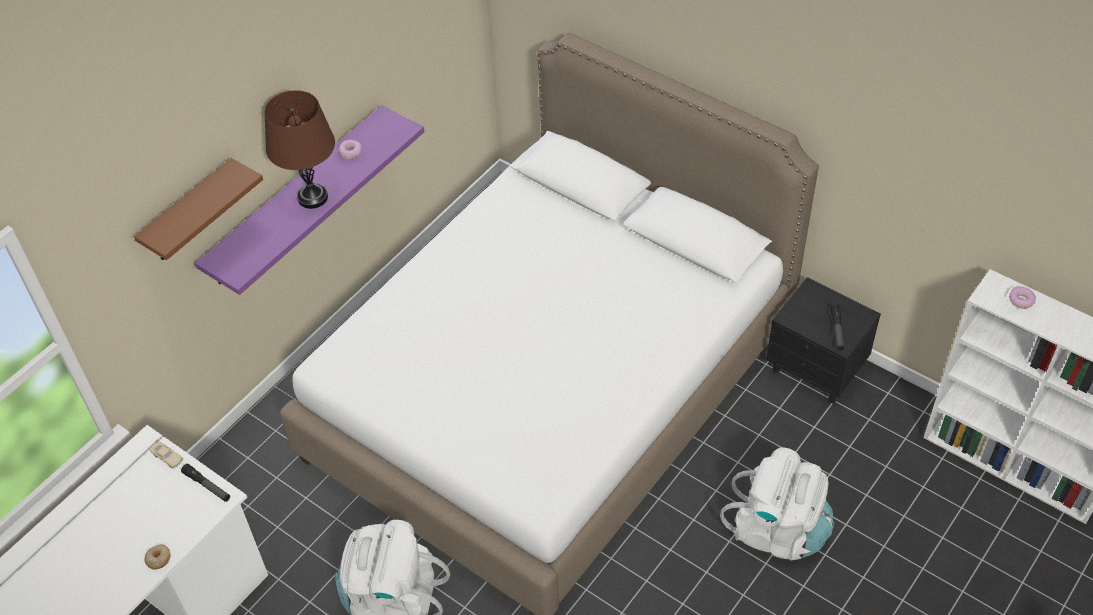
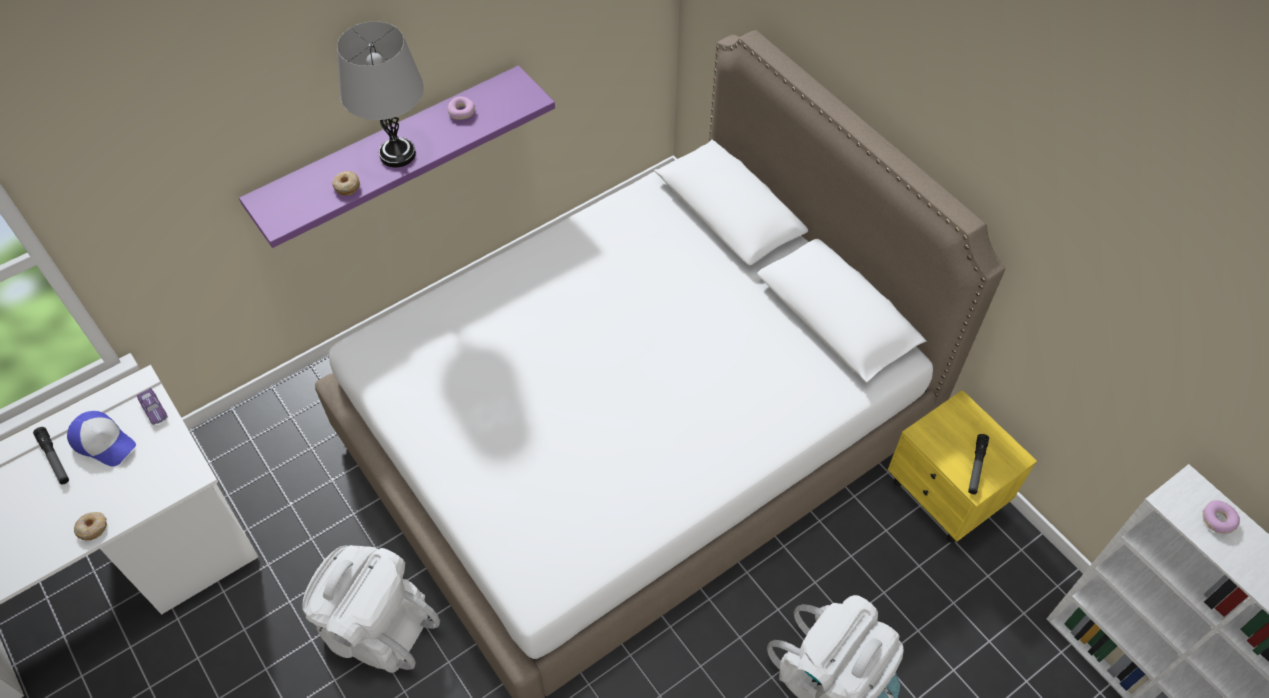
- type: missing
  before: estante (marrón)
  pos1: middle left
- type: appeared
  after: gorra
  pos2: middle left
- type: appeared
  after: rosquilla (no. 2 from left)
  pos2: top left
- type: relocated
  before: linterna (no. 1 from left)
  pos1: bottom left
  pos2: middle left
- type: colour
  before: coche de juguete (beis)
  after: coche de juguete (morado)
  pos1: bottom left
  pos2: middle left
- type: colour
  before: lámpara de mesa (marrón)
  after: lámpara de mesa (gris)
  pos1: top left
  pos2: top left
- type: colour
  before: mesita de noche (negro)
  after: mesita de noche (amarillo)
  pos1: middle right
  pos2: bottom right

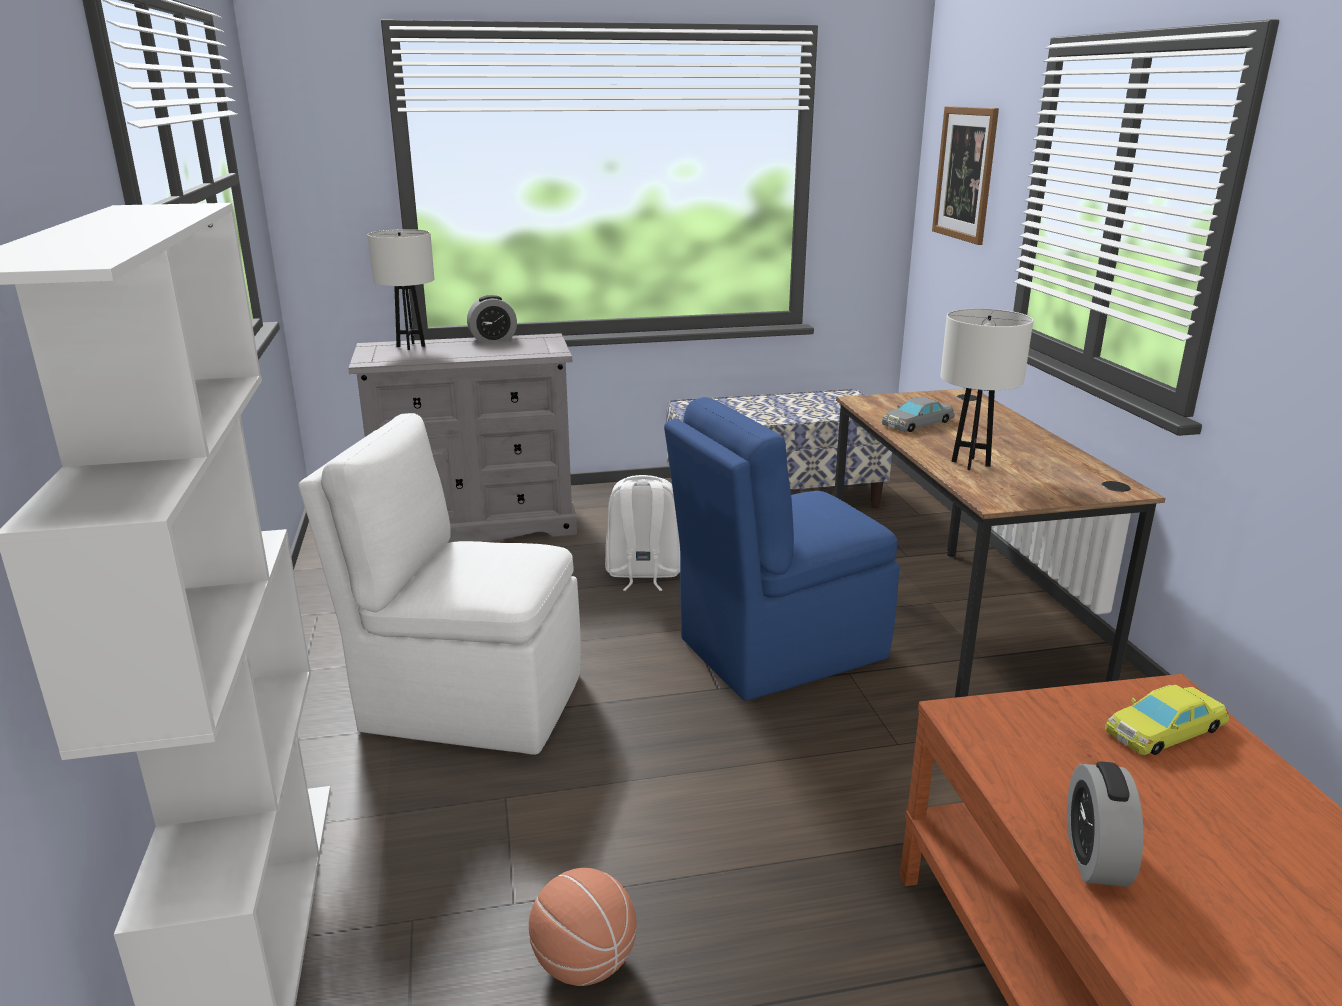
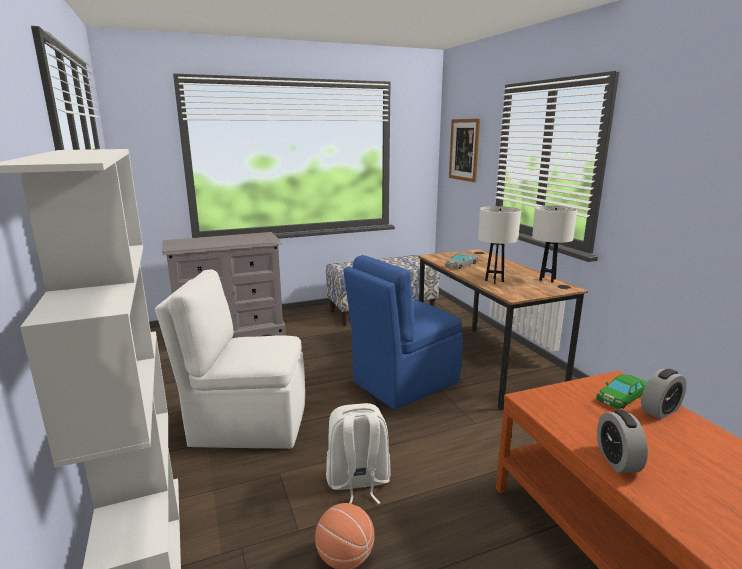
- type: relocated
  before: lámpara de mesa (blanco) (no. 1 from left in the first image)
  after: lámpara de mesa (blanco) (no. 2 from left)
  pos1: top left
  pos2: middle right
- type: relocated
  before: despertador (no. 1 from left in the first image)
  after: despertador (no. 2 from left)
  pos1: top centre
  pos2: bottom right
- type: relocated
  before: mochila (blanco)
  pos1: centre
  pos2: bottom centre
- type: colour
  before: coche de juguete (amarillo)
  after: coche de juguete (verde)
  pos1: bottom right
  pos2: bottom right

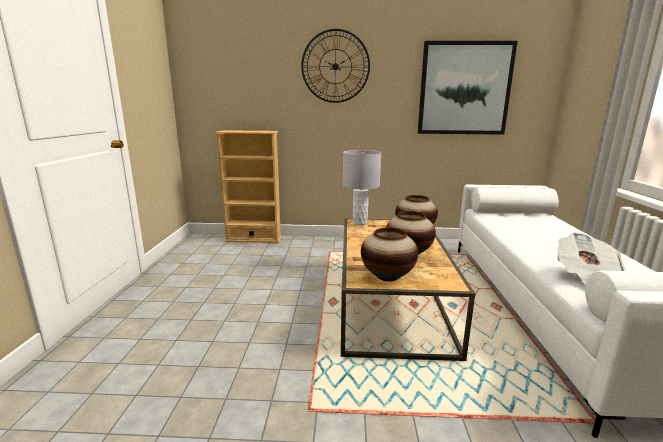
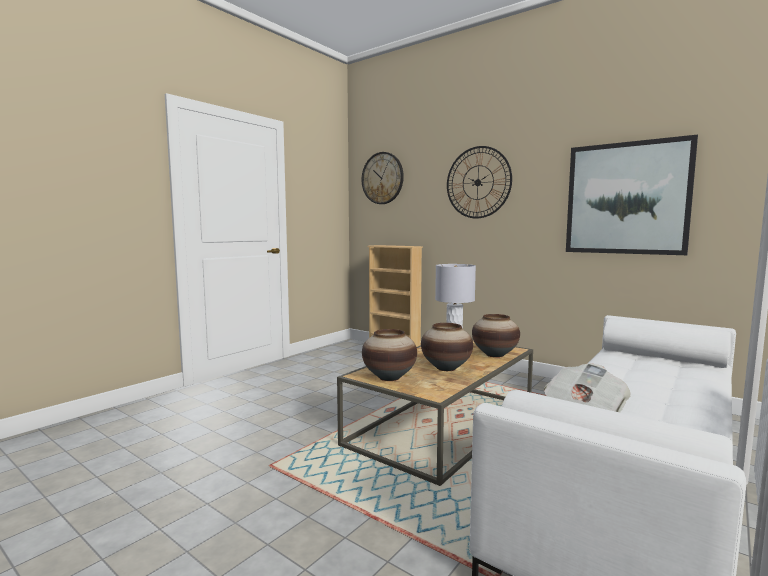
- type: appeared
  after: reloj de pared (no. 1 from left)
  pos2: top centre

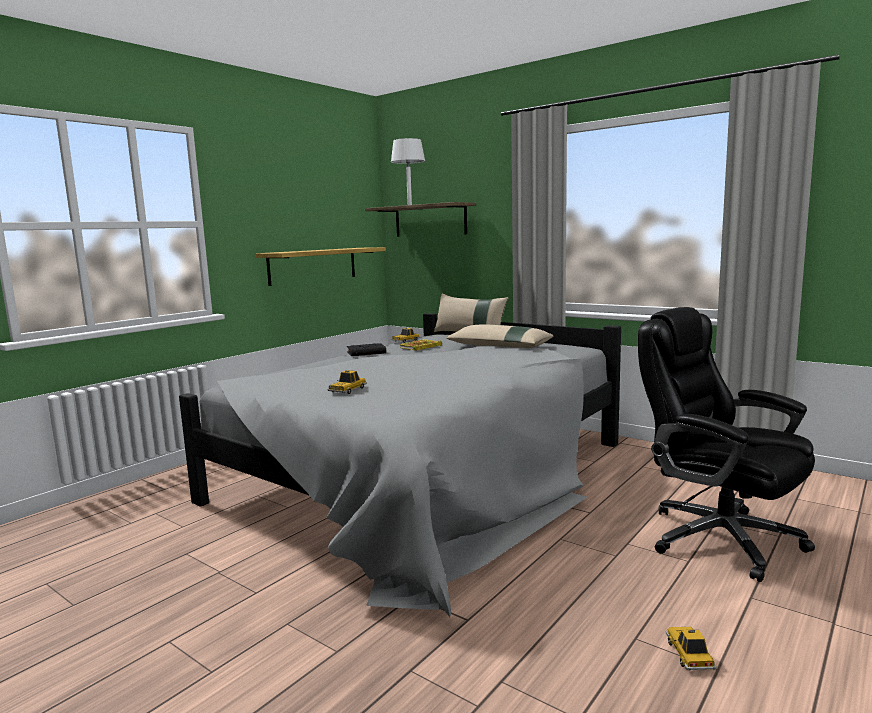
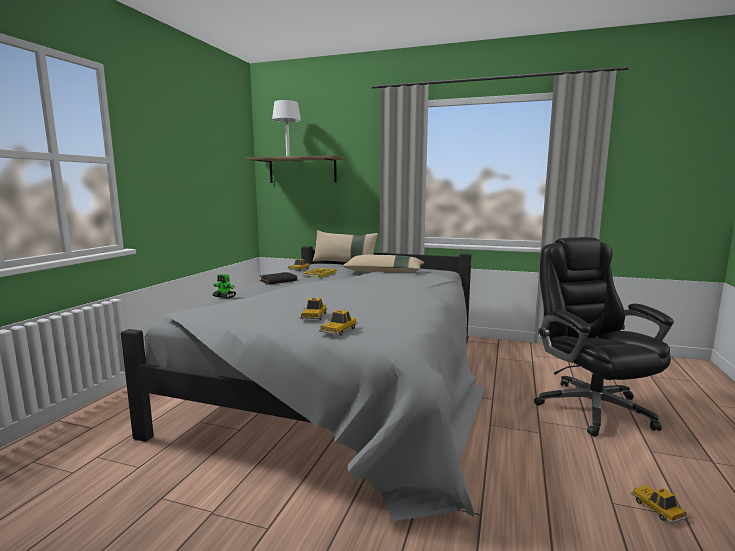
- type: missing
  before: estante (no. 1 from left)
  pos1: centre
- type: appeared
  after: robot de juguete
  pos2: middle left
- type: appeared
  after: coche de juguete (no. 3 from left)
  pos2: centre
- type: spun
  before: silla de oficina (negro)
  pos1: middle right
  pos2: middle right
  turn: 45

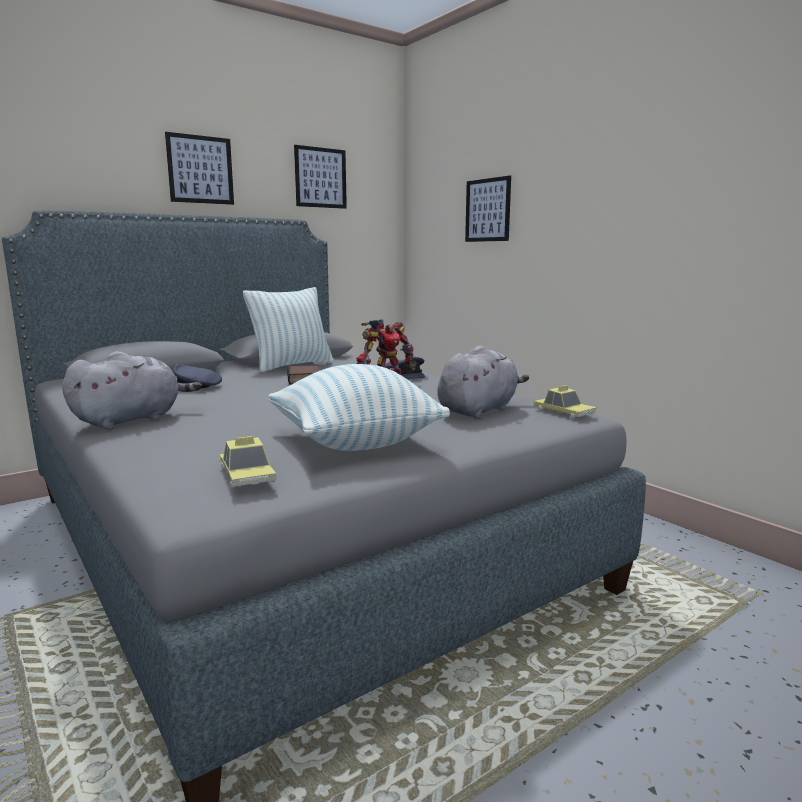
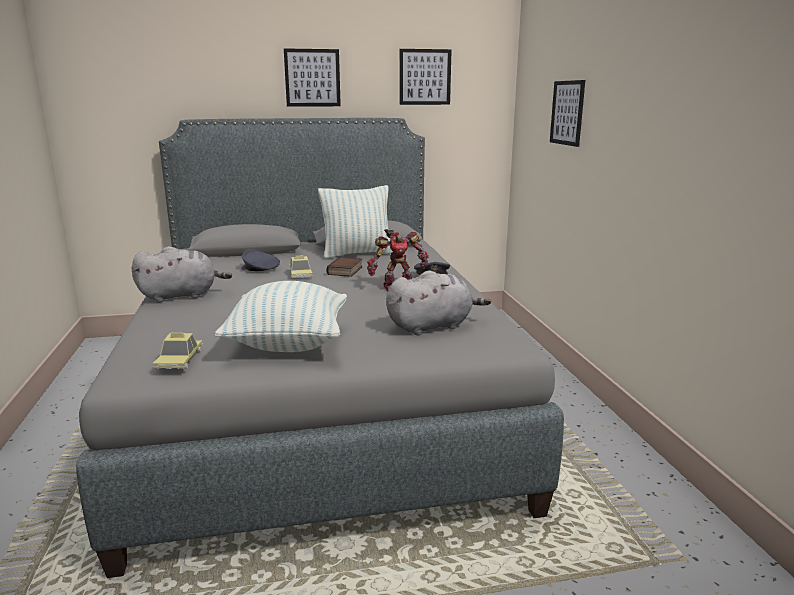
- type: relocated
  before: coche de juguete (no. 2 from left)
  pos1: middle right
  pos2: centre

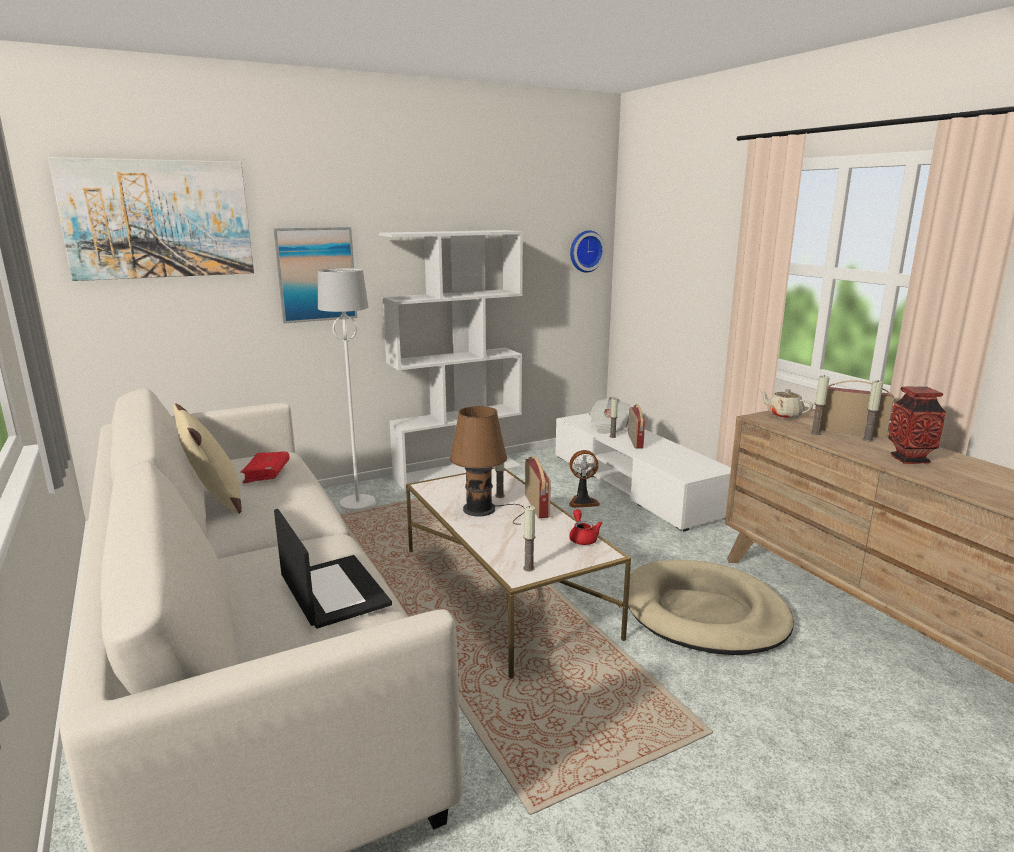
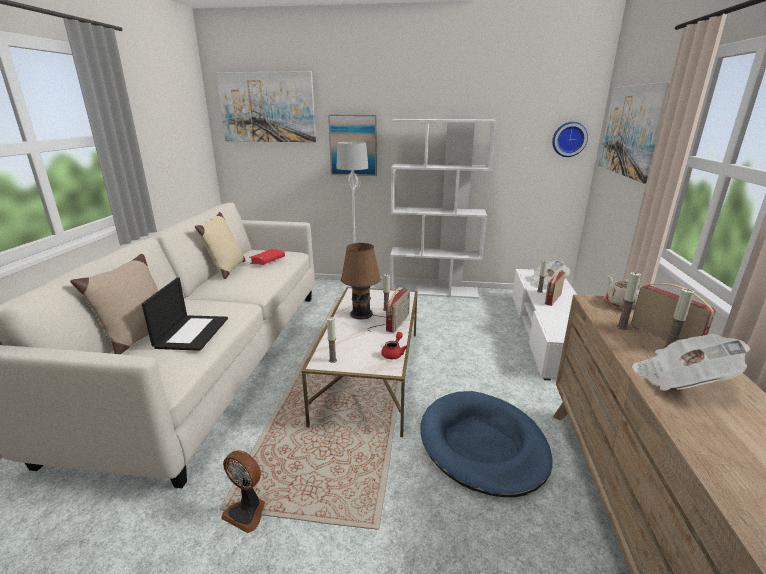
- type: appeared
  after: cojín (beis) (no. 1 from left)
  pos2: middle left
- type: appeared
  after: cuadro (no. 3 from left)
  pos2: top right
- type: relocated
  before: ventilador
  pos1: centre
  pos2: bottom left
- type: exchanged
  before: florero
  after: periódico (no. 2 from left)
  pos1: middle right
  pos2: middle right
- type: colour
  before: cama para perro (beis)
  after: cama para perro (azul)
  pos1: bottom right
  pos2: bottom centre

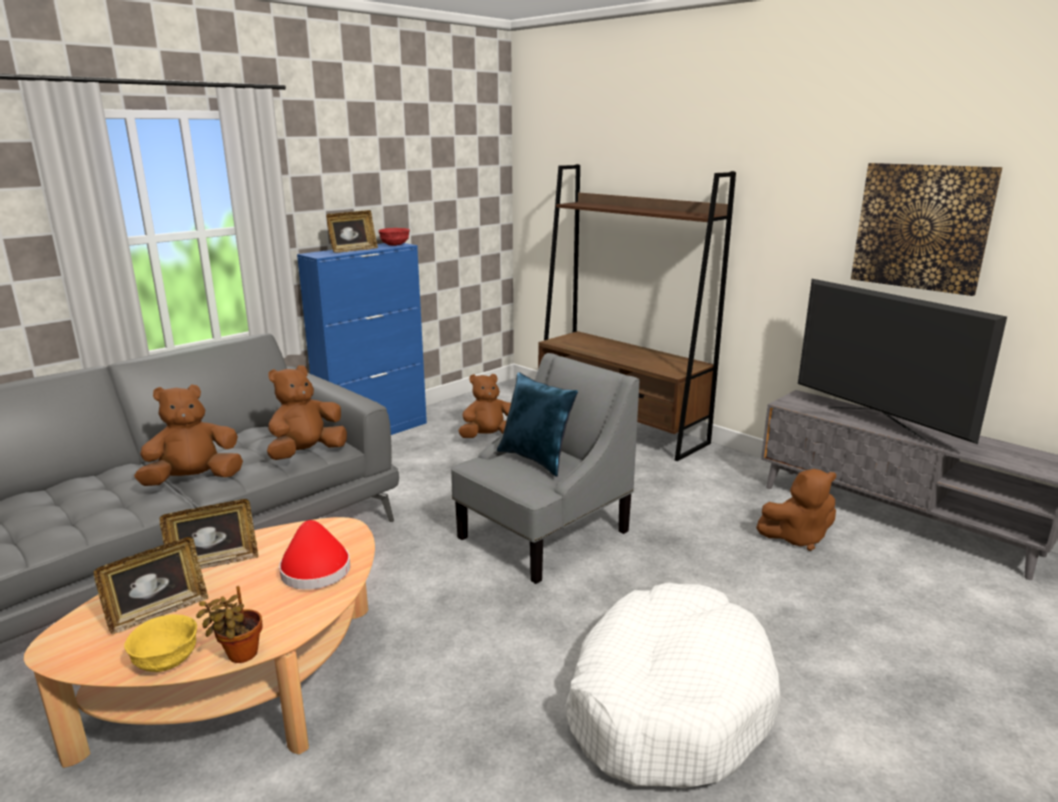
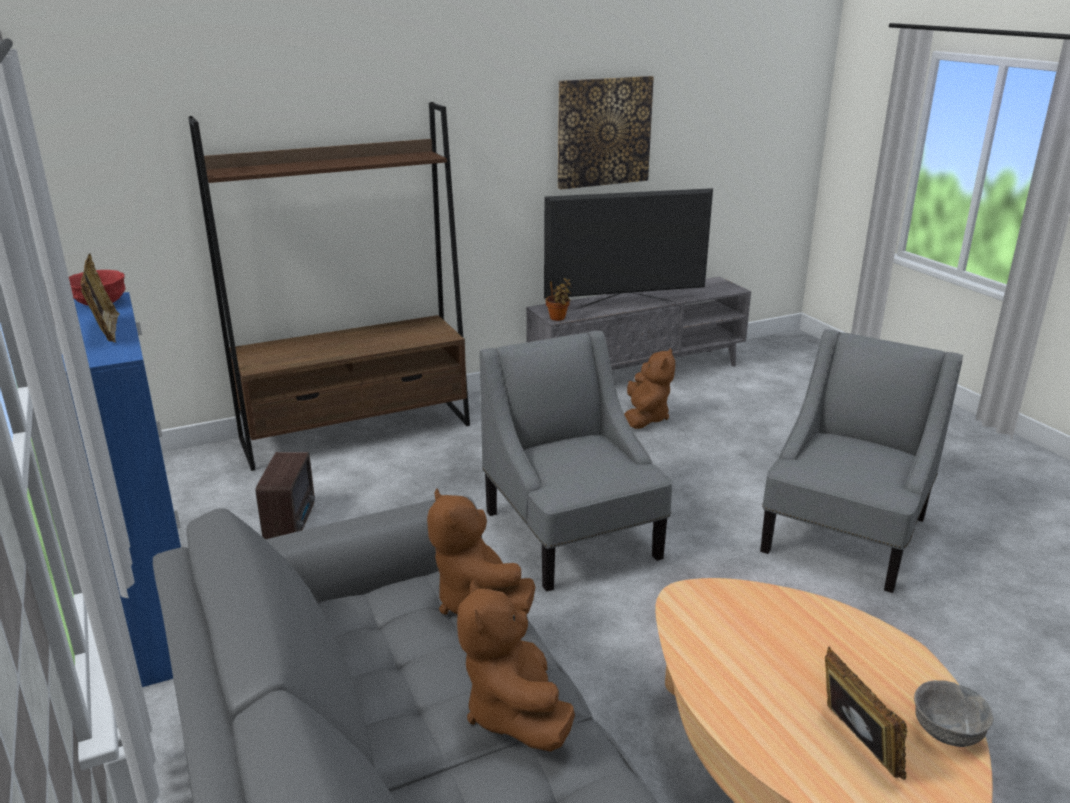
- type: missing
  before: portarretratos (no. 2 from left)
  pos1: middle left
- type: missing
  before: sombrero (rojo)
  pos1: bottom left
- type: missing
  before: cojín (azul)
  pos1: centre
- type: relocated
  before: planta en maceta
  pos1: bottom left
  pos2: centre
- type: exchanged
  before: peluche (marrón) (no. 3 from left)
  after: radio
  pos1: centre
  pos2: middle left
- type: exchanged
  before: cama para perro (blanco)
  after: sillón (gris) (no. 2 from left)
  pos1: bottom centre
  pos2: middle right
- type: colour
  before: cuenco (amarillo)
  after: cuenco (gris)
  pos1: bottom left
  pos2: bottom right

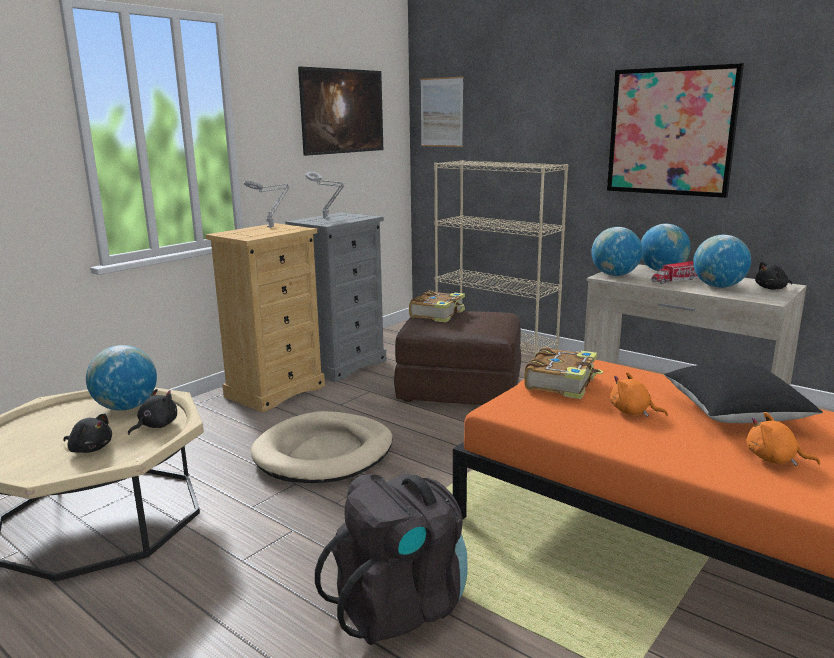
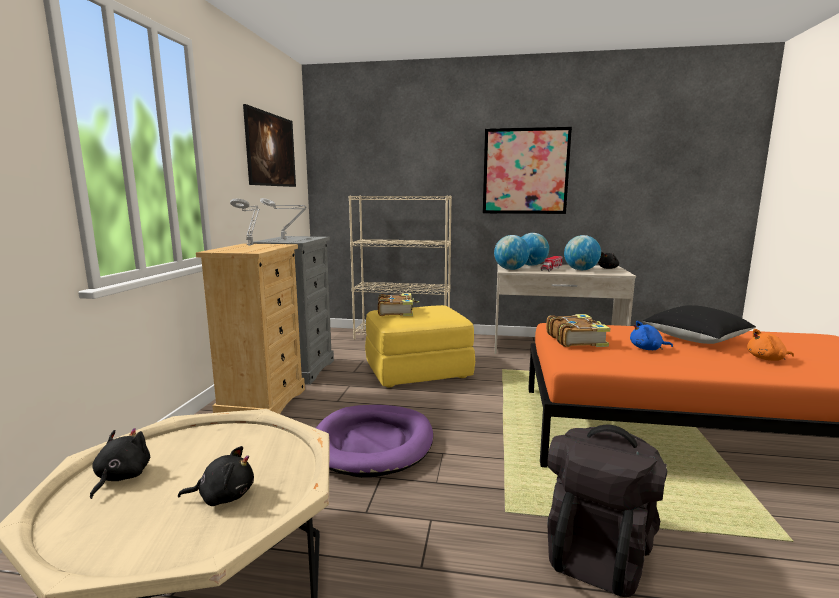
- type: missing
  before: globo terráqueo (no. 1 from left)
  pos1: middle left
- type: missing
  before: cuadro (no. 2 from left)
  pos1: top centre
- type: relocated
  before: peluche (negro) (no. 2 from left in the first image)
  after: peluche (negro) (no. 1 from left)
  pos1: middle left
  pos2: bottom left
- type: colour
  before: cama para perro (beis)
  after: cama para perro (morado)
  pos1: bottom centre
  pos2: bottom centre
- type: colour
  before: puf (marrón)
  after: puf (amarillo)
  pos1: centre
  pos2: centre
- type: colour
  before: peluche (naranja) (no. 1 from left)
  after: peluche (azul)
  pos1: middle right
  pos2: middle right

